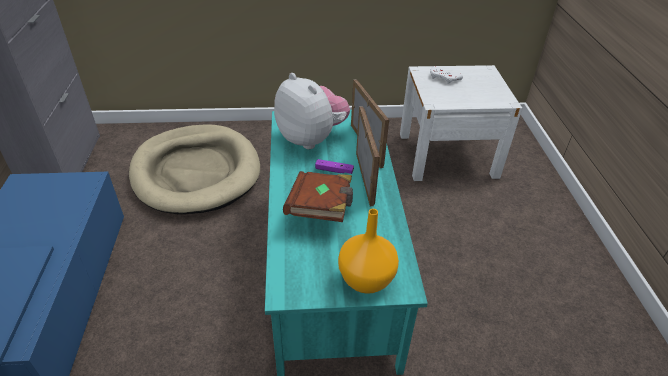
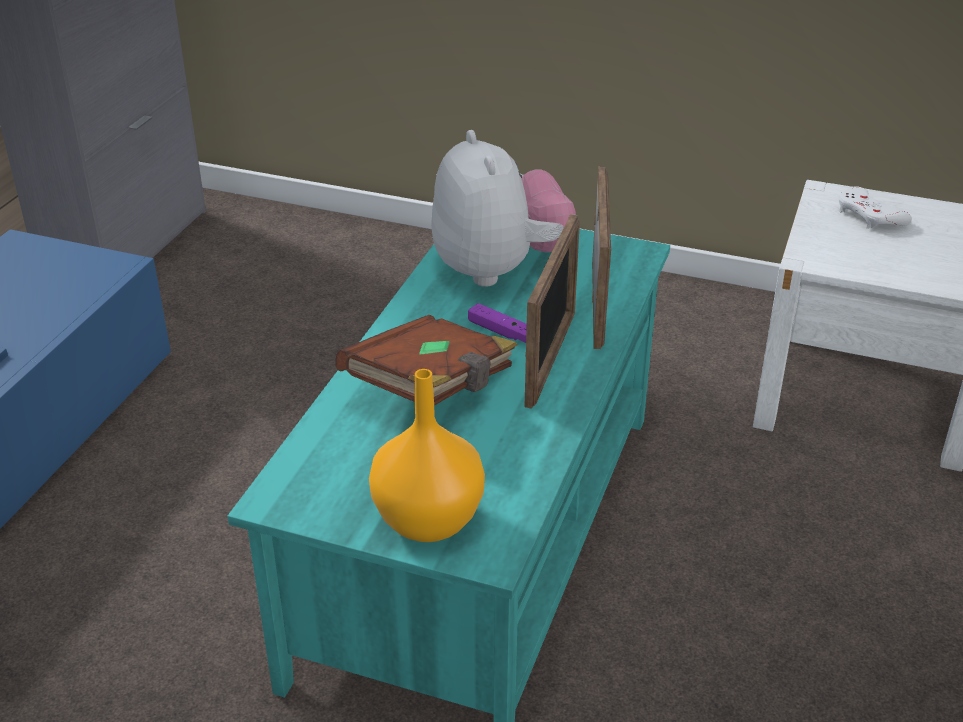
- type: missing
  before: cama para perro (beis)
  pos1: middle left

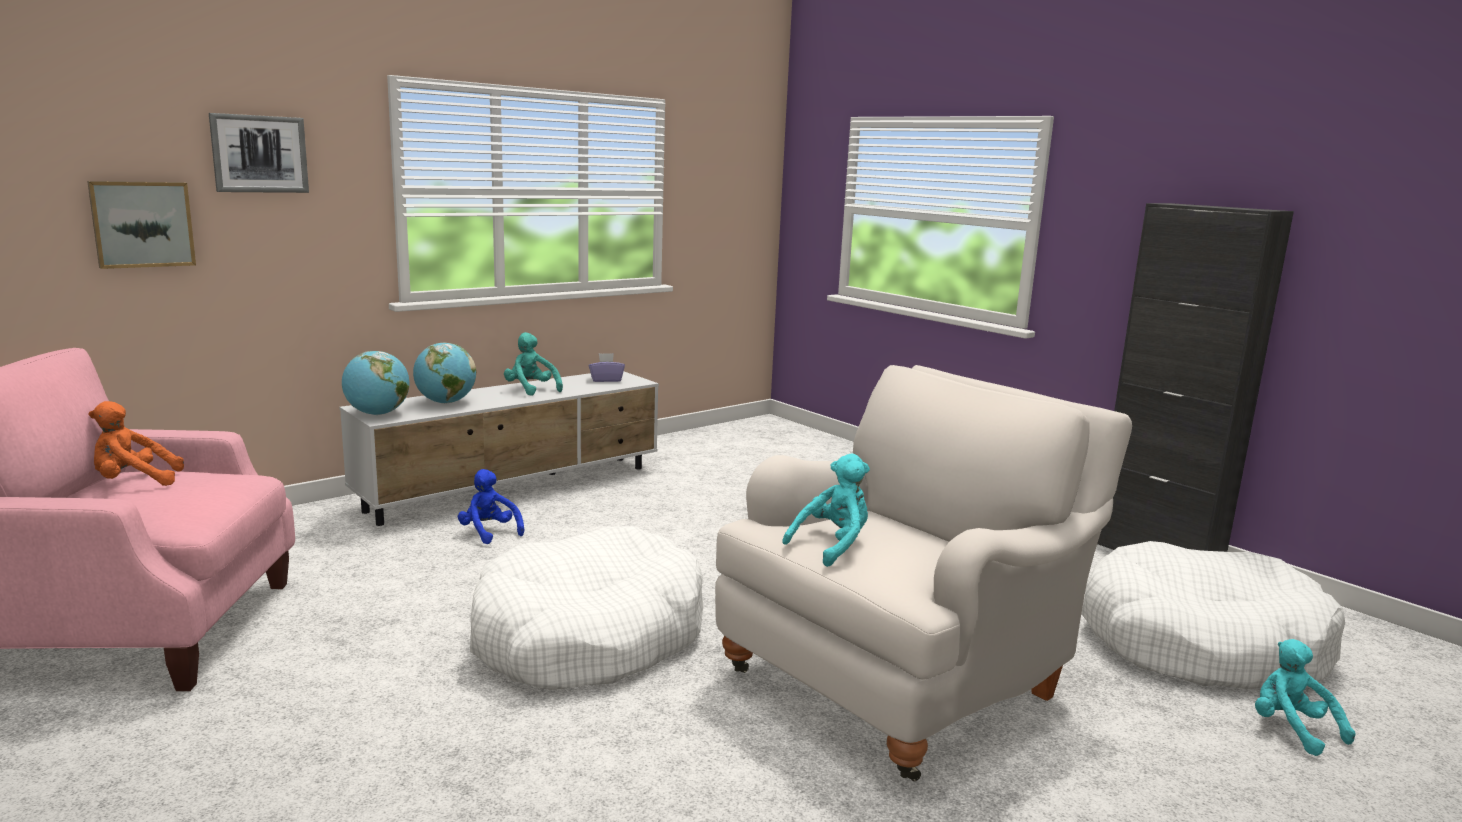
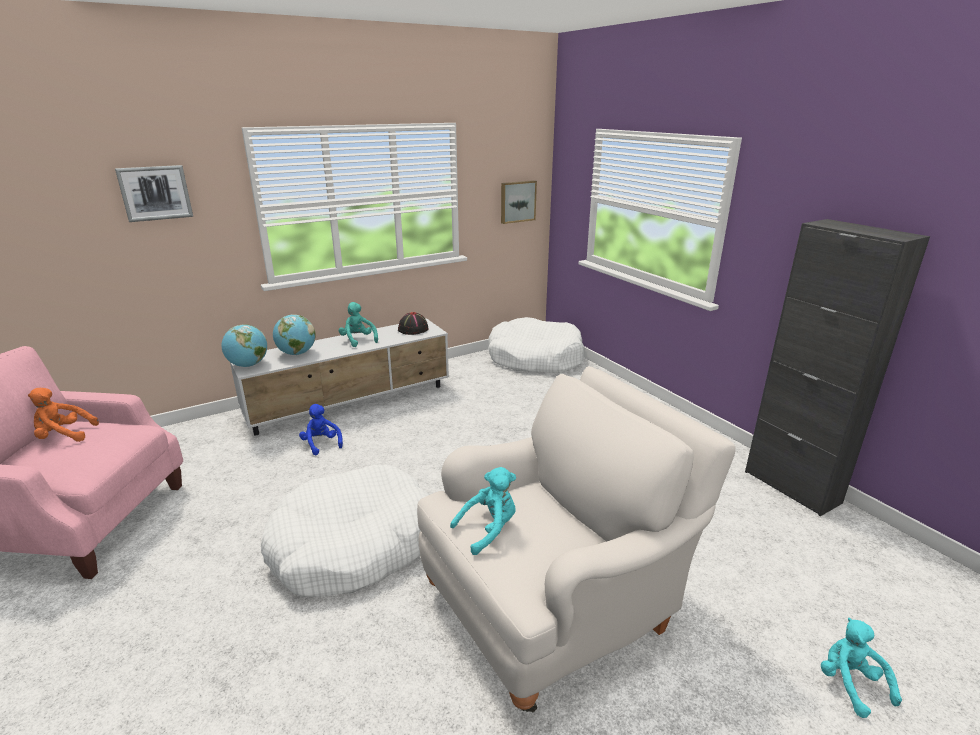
- type: relocated
  before: cuadro (no. 1 from left in the first image)
  after: cuadro (no. 2 from left)
  pos1: top left
  pos2: top centre
- type: relocated
  before: cama para perro (blanco) (no. 2 from left)
  pos1: bottom right
  pos2: centre
- type: exchanged
  before: caja de pañuelos (morado)
  after: sombrero (negro)
  pos1: centre
  pos2: centre

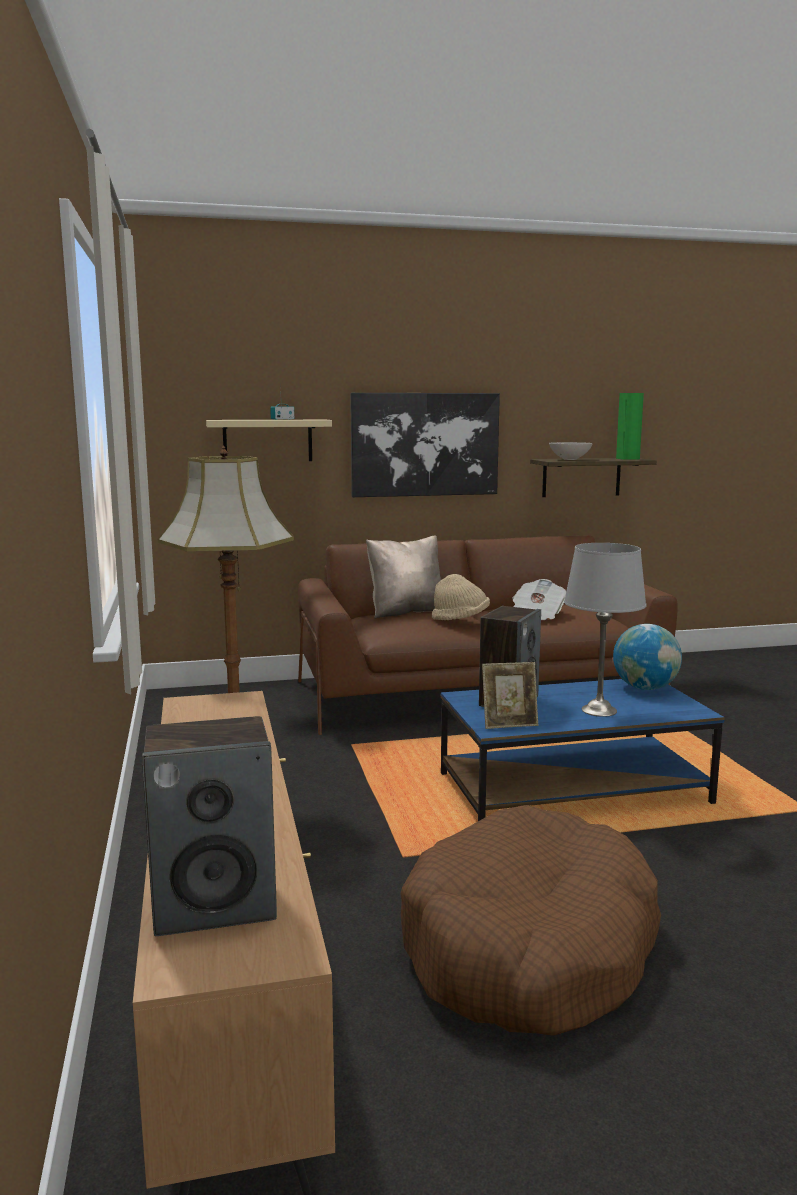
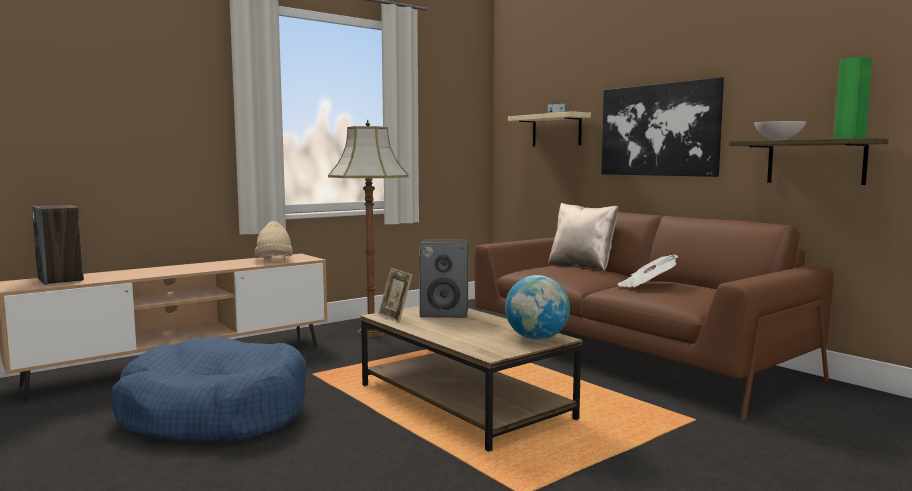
- type: missing
  before: lámpara de mesa (gris)
  pos1: middle right
- type: relocated
  before: sombrero (beis)
  pos1: centre
  pos2: middle left
- type: colour
  before: cama para perro (marrón)
  after: cama para perro (azul)
  pos1: bottom centre
  pos2: bottom left
- type: colour
  before: mesa de centro (azul)
  after: mesa de centro (marrón)
  pos1: middle right
  pos2: bottom centre

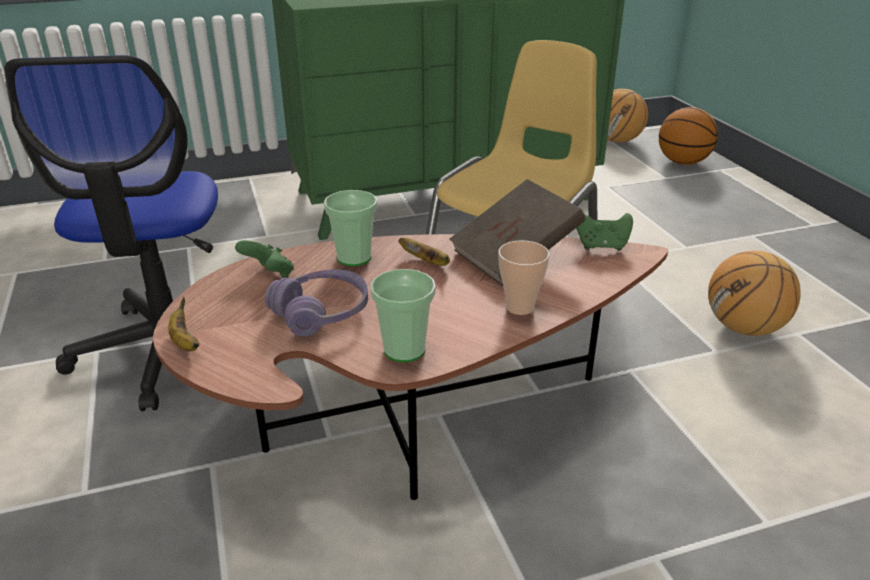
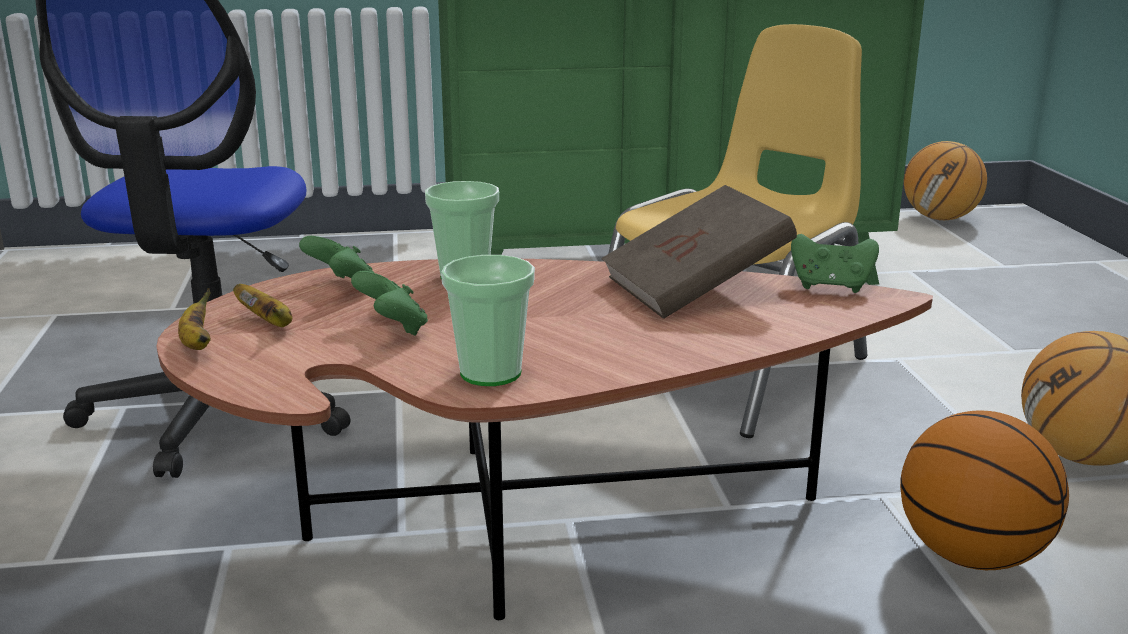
- type: missing
  before: taza (no. 3 from left)
  pos1: centre
- type: relocated
  before: plátano (no. 2 from left)
  pos1: centre
  pos2: middle left
- type: relocated
  before: balón de baloncesto (no. 2 from left)
  pos1: top right
  pos2: bottom right
- type: exchanged
  before: auriculares (morado)
  after: mando de consola (verde) (no. 2 from left)
  pos1: centre
  pos2: centre

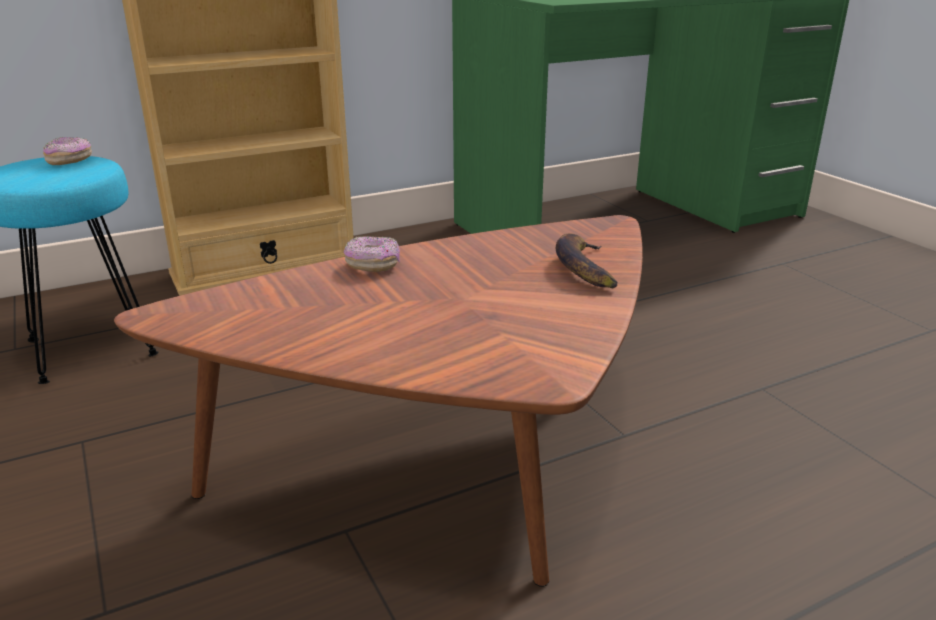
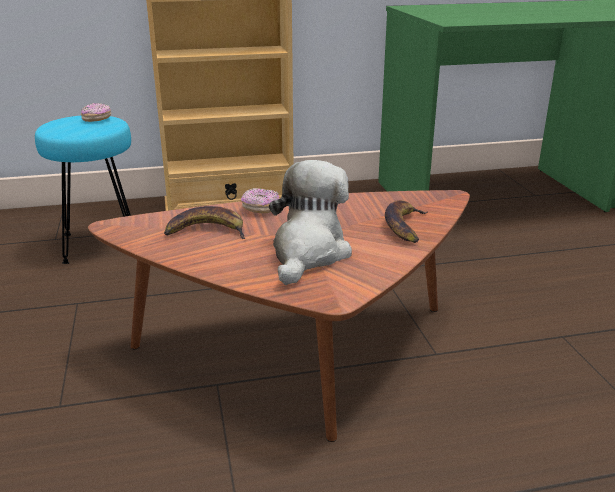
- type: appeared
  after: plátano (no. 1 from left)
  pos2: middle left
- type: appeared
  after: peluche
  pos2: centre

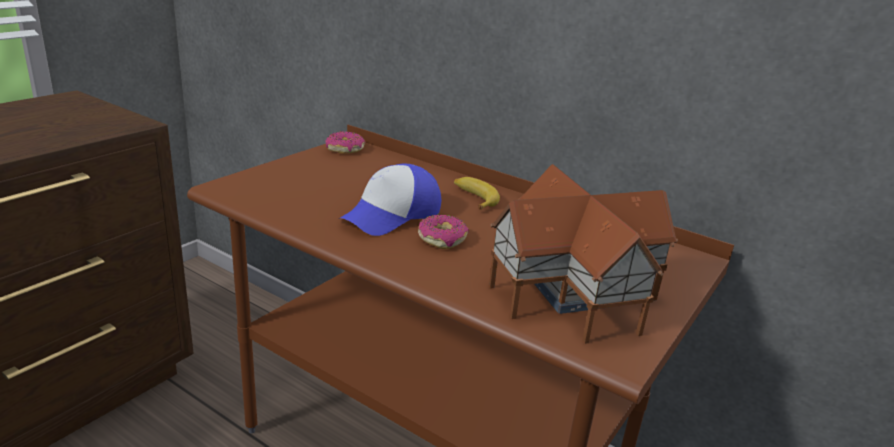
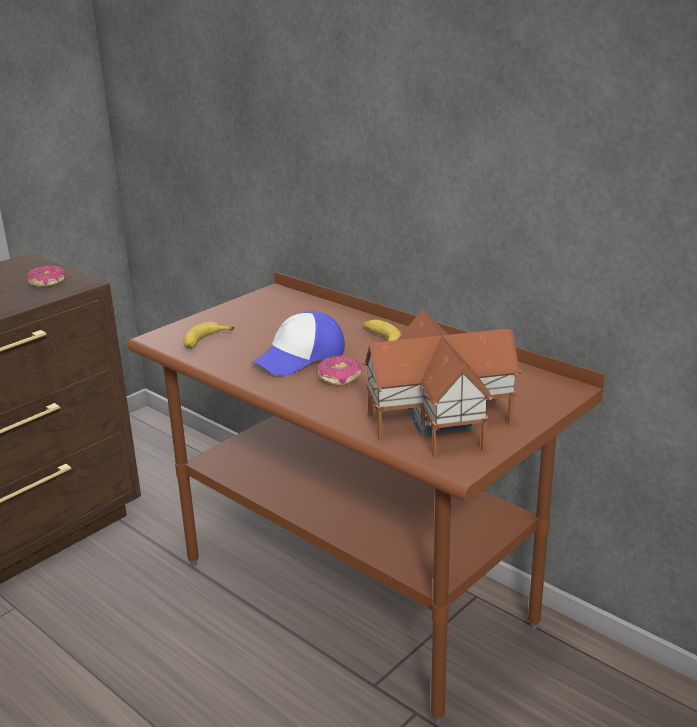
- type: appeared
  after: plátano (no. 1 from left)
  pos2: middle left
- type: relocated
  before: rosquilla (no. 1 from left)
  pos1: top centre
  pos2: middle left

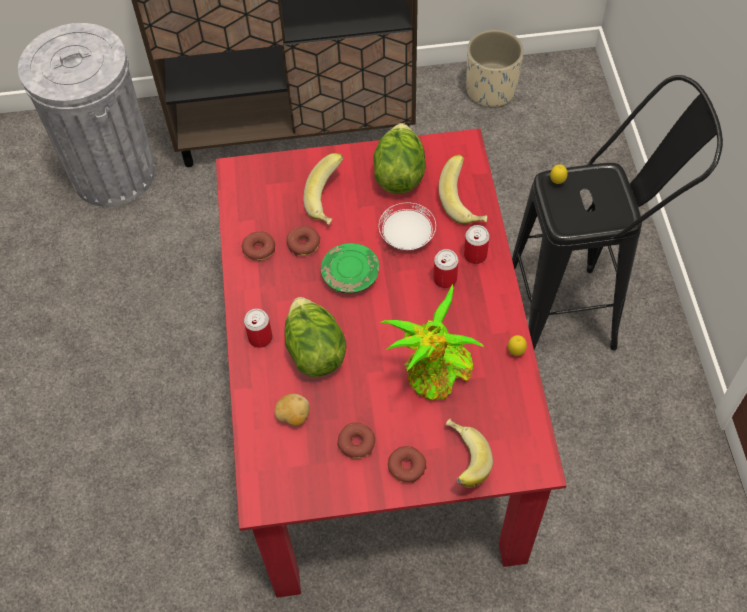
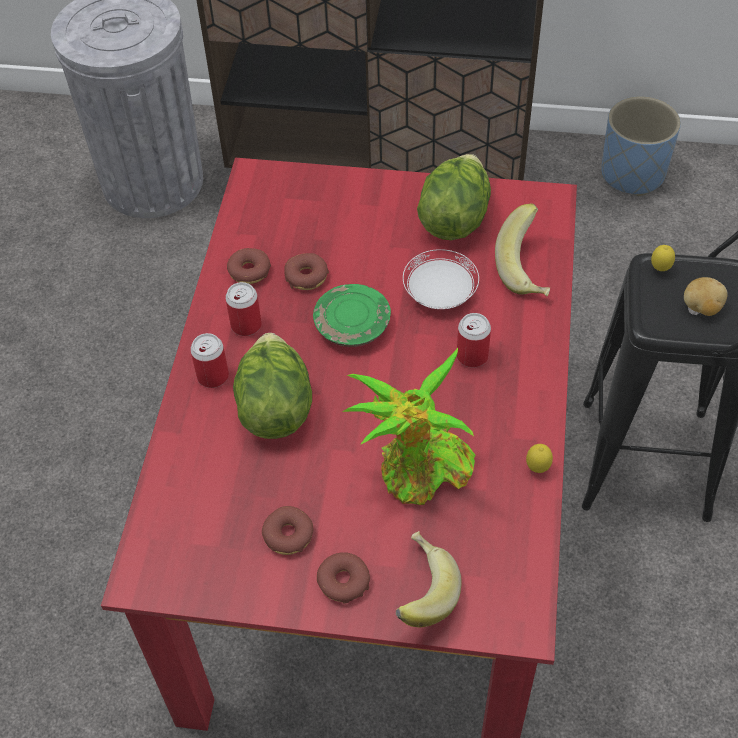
- type: missing
  before: plátano (no. 1 from left)
  pos1: top centre
- type: relocated
  before: patata
  pos1: bottom centre
  pos2: middle right
- type: relocated
  before: lata (no. 3 from left in the first image)
  after: lata (no. 2 from left)
  pos1: centre
  pos2: middle left
- type: colour
  before: maceta (beis)
  after: maceta (azul)
  pos1: top centre
  pos2: top right

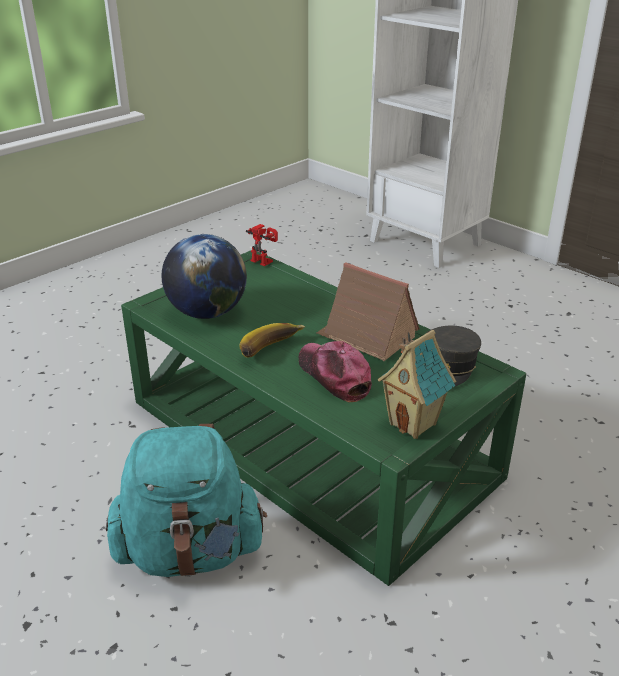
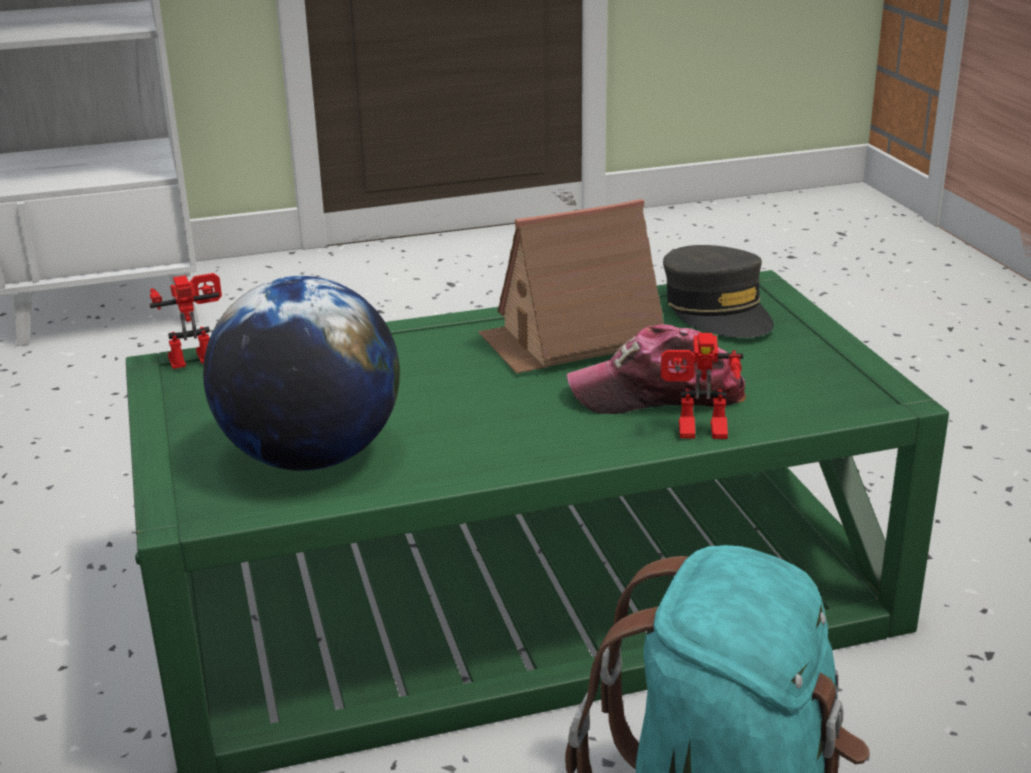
- type: missing
  before: plátano
  pos1: centre
- type: missing
  before: casita (no. 2 from left)
  pos1: middle right
- type: appeared
  after: robot de juguete (no. 2 from left)
  pos2: middle right

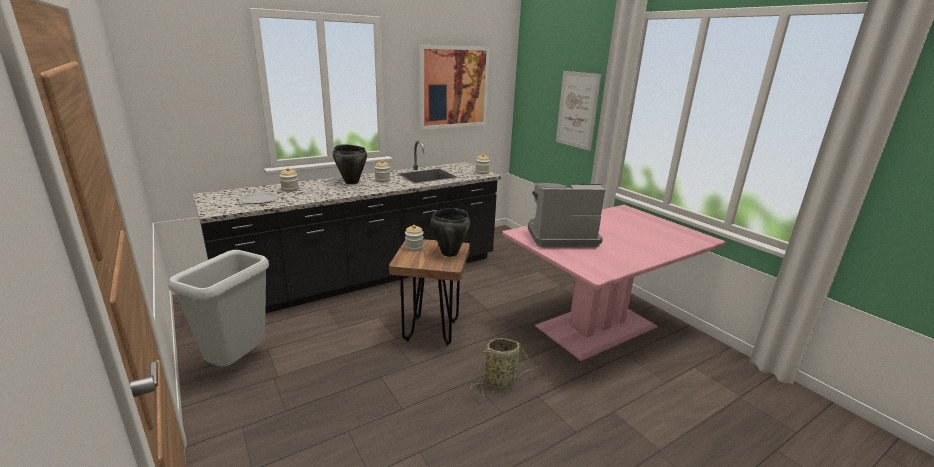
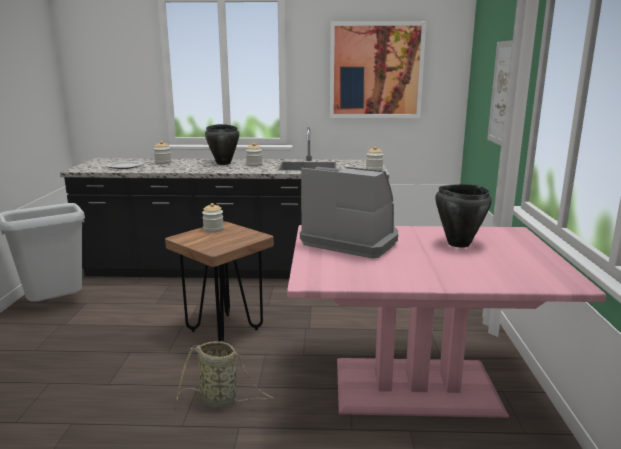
- type: relocated
  before: olla (negro) (no. 2 from left)
  pos1: centre
  pos2: middle right

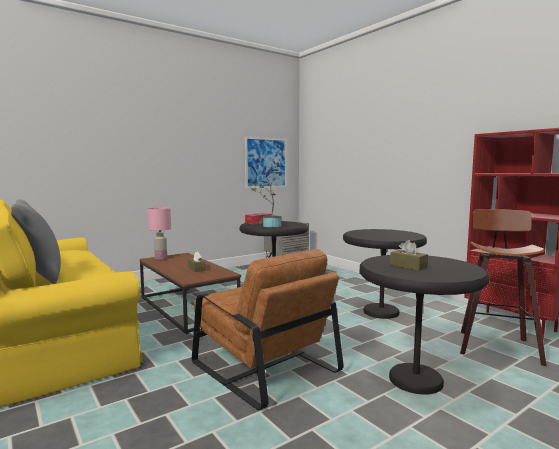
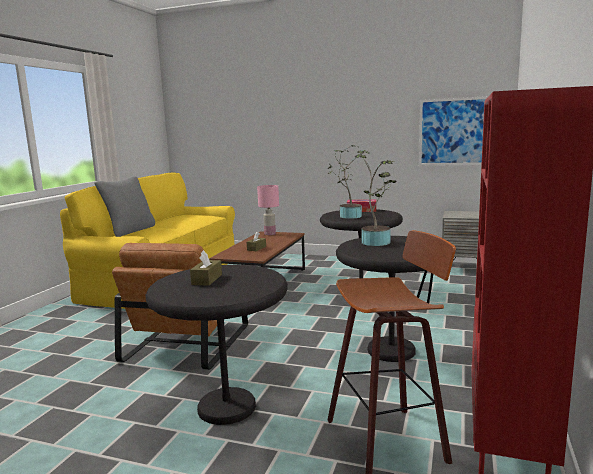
- type: appeared
  after: planta en maceta (no. 2 from left)
  pos2: centre

